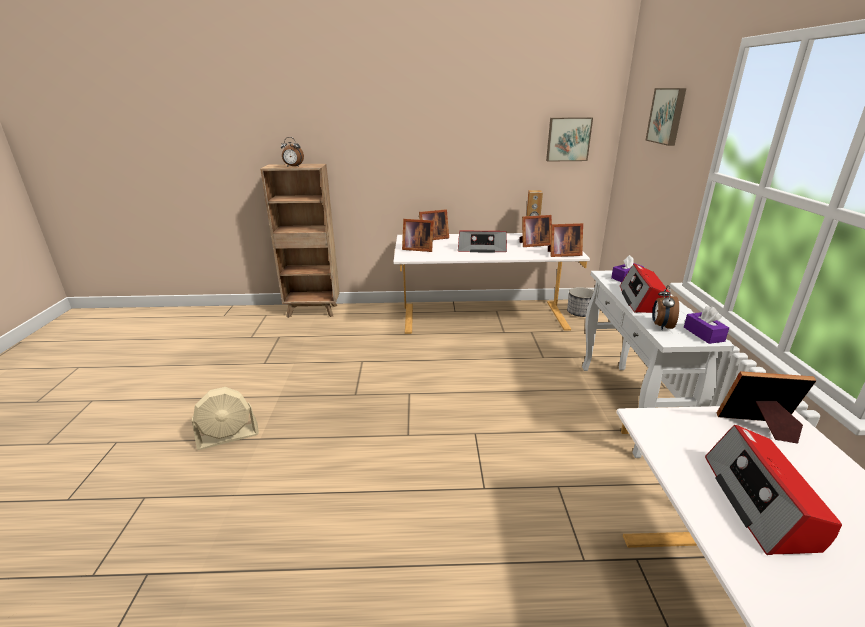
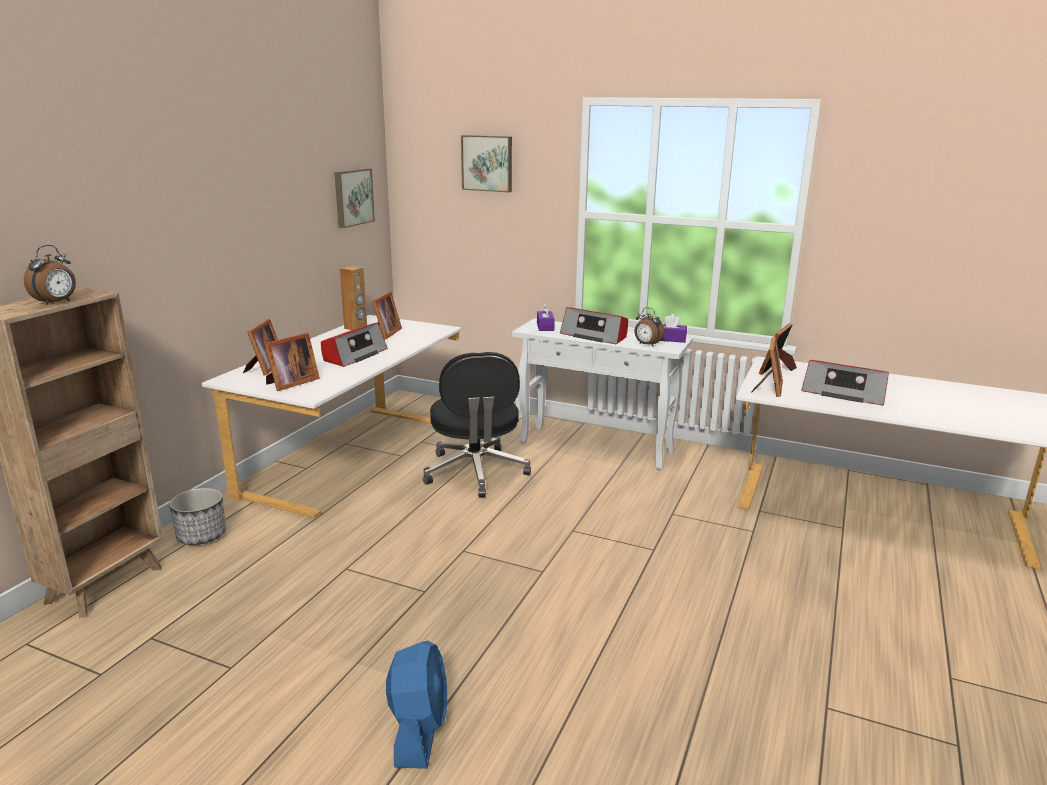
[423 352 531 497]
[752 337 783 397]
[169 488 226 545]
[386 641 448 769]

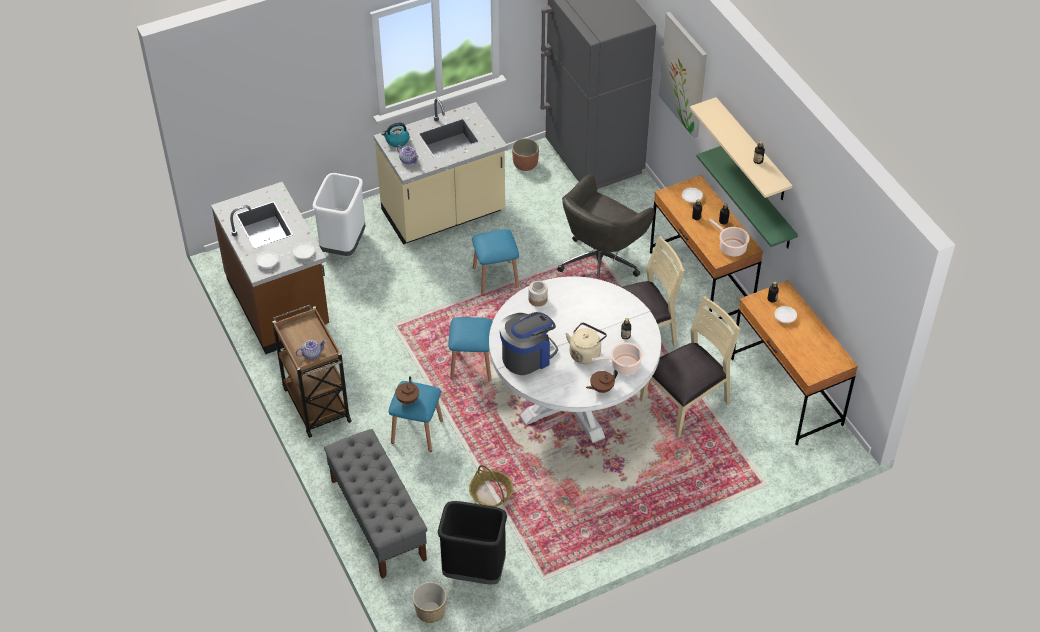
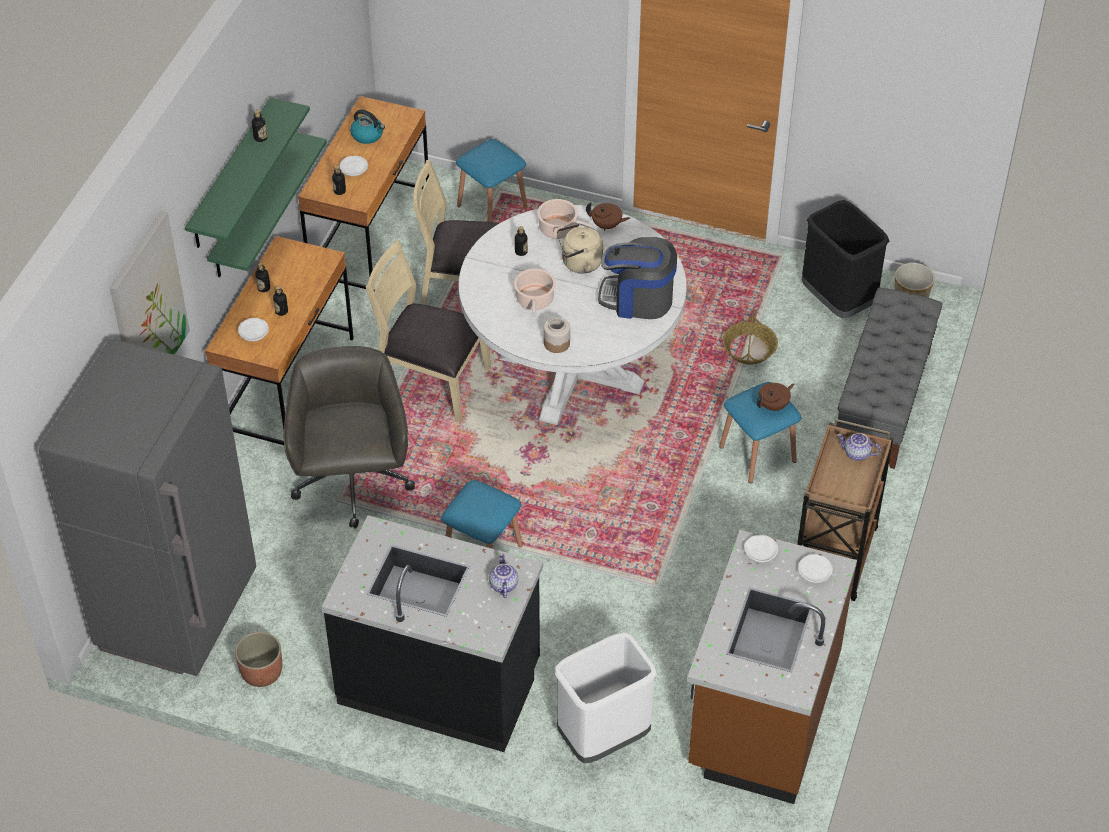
[350 109 385 144]
[456 139 528 222]
[514 268 556 317]
[321 515 543 752]
[185 97 310 248]
[284 346 415 529]

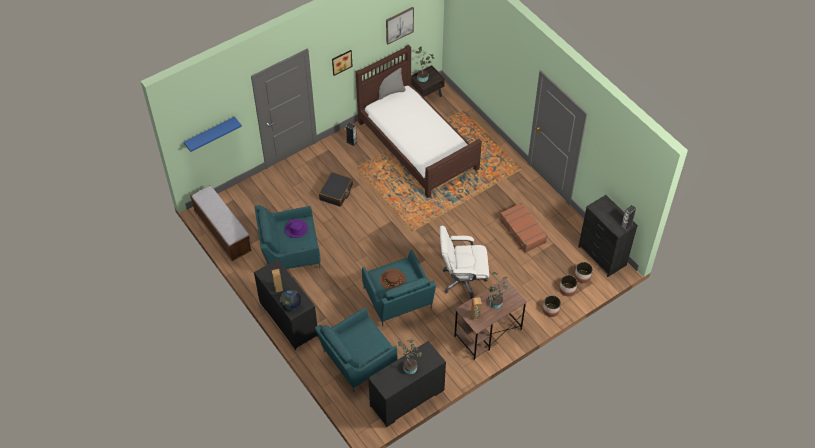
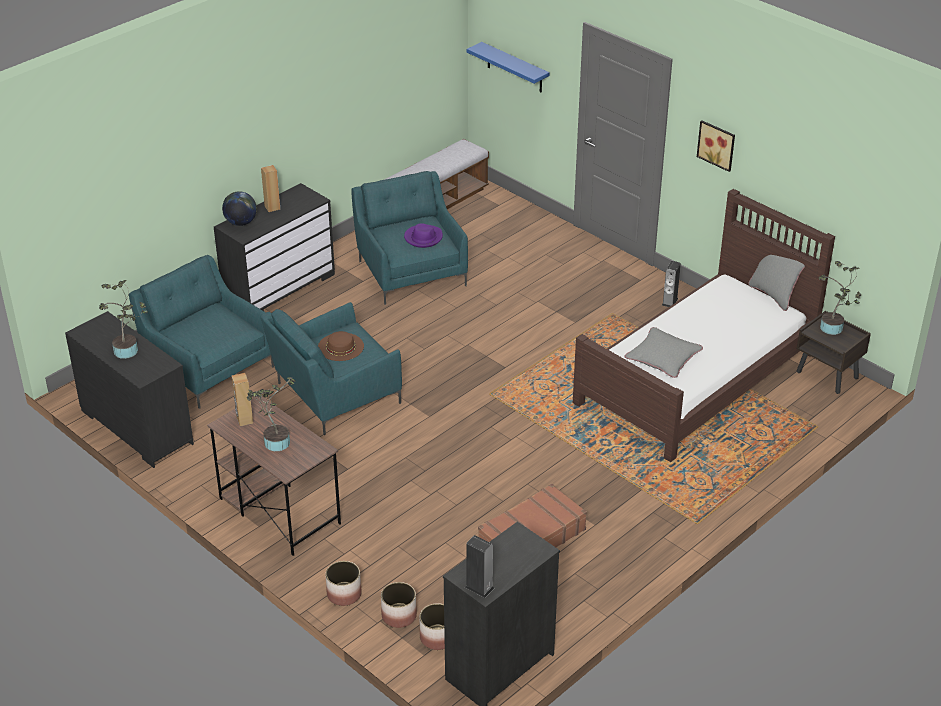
[319 172 353 207] (first image)
[386 7 414 45] (first image)
[440 226 489 299] (first image)
[624 327 703 378]

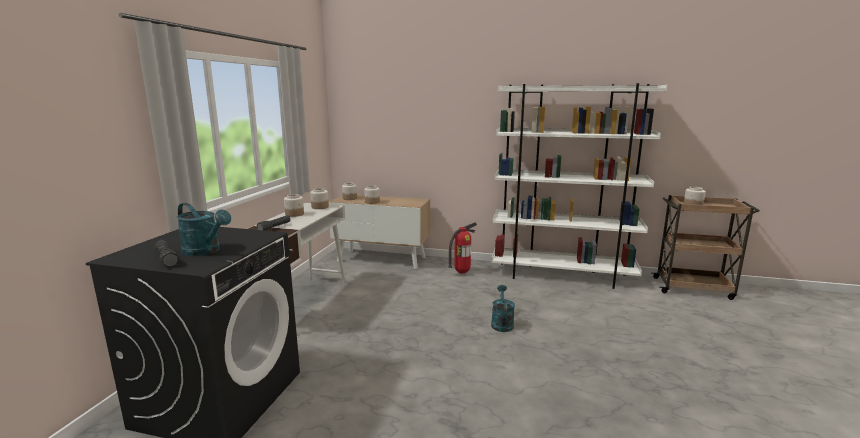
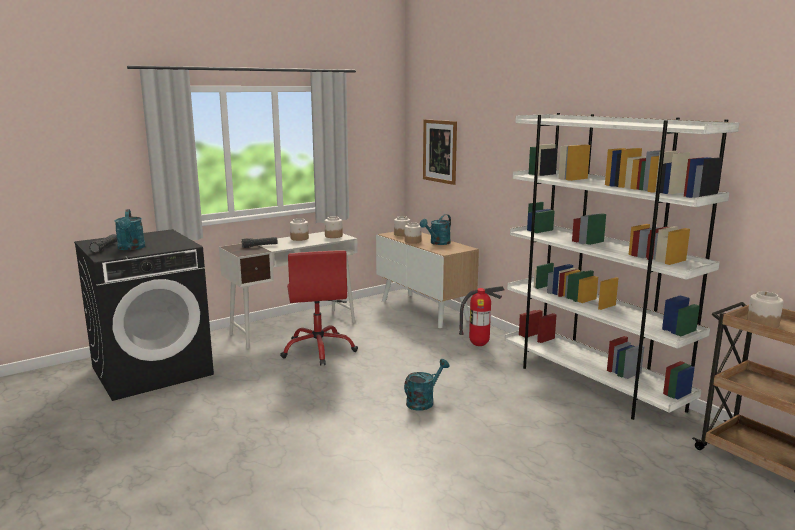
[280 250 358 366]
[420 214 451 245]
[423 119 457 185]

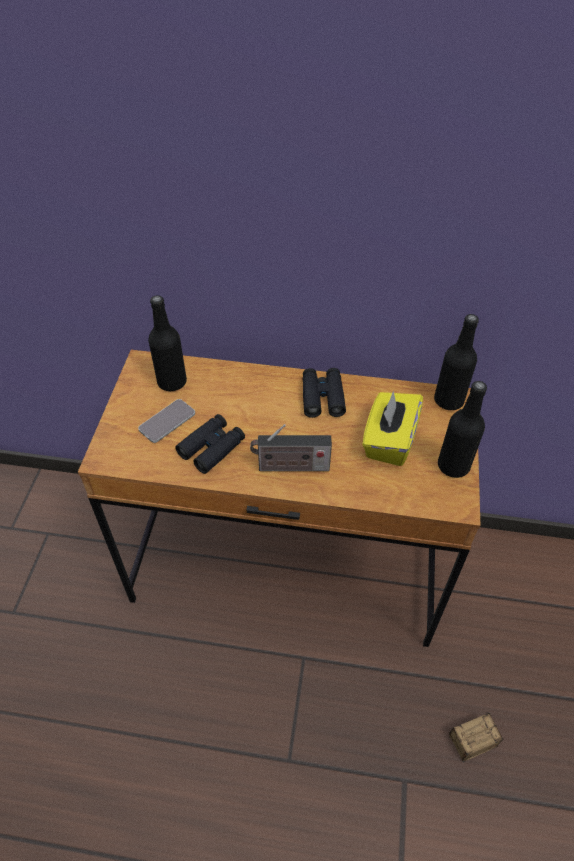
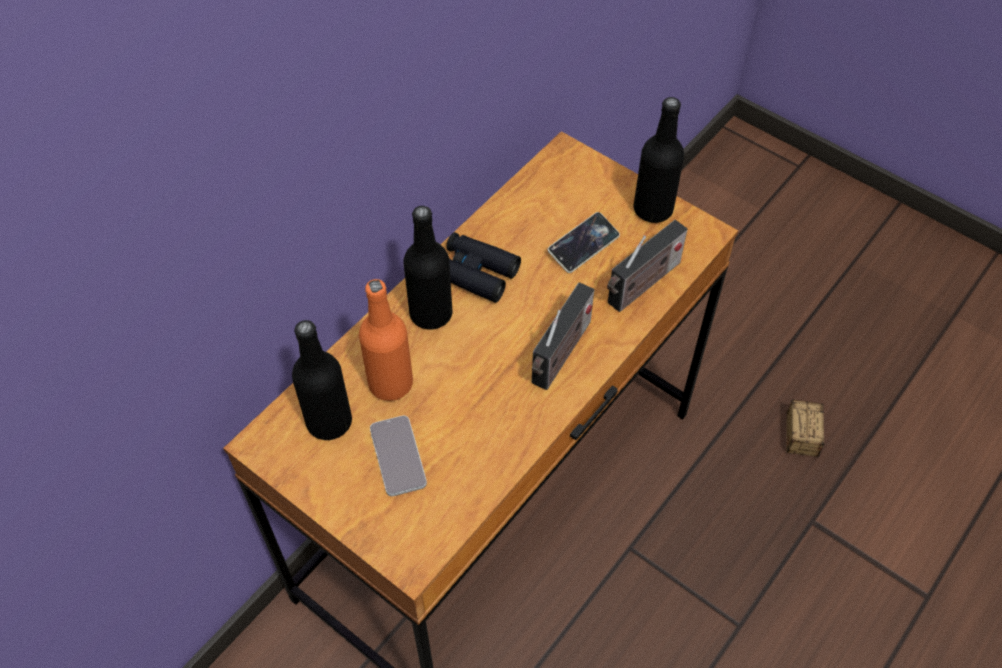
[175 414 245 474] (first image)
[359 279 413 401]
[607 220 688 312]
[403 206 452 330]
[547 212 620 273]

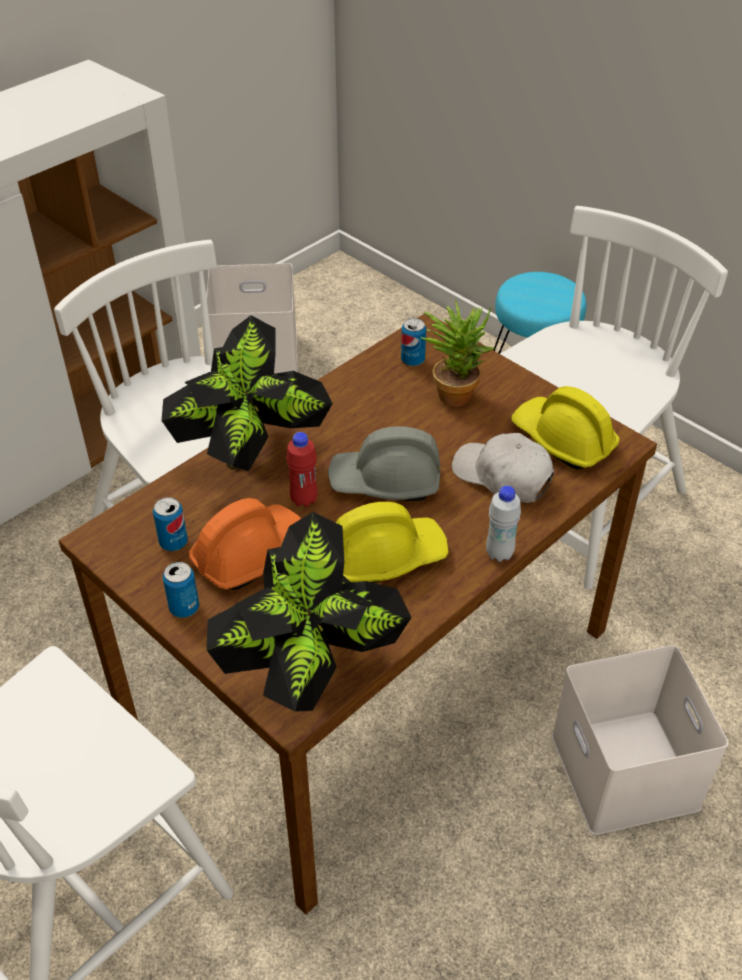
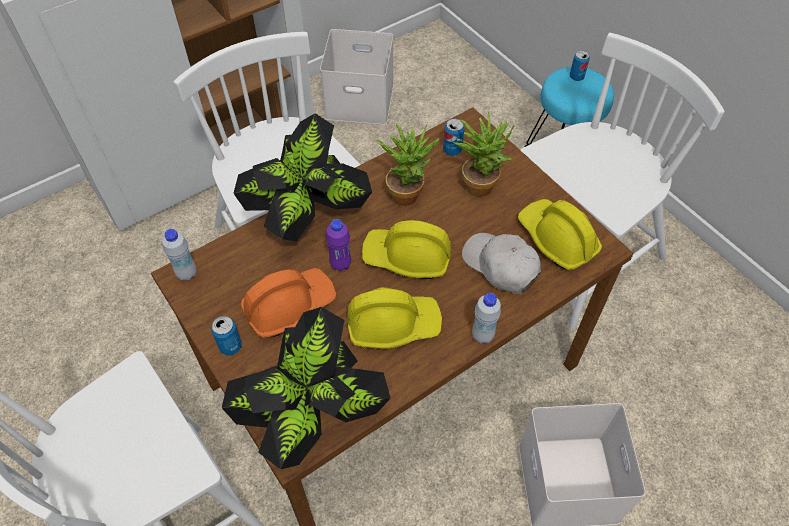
[162 229 197 281]
[375 124 440 206]
[570 51 590 81]
[326 219 351 271]
[362 220 451 279]

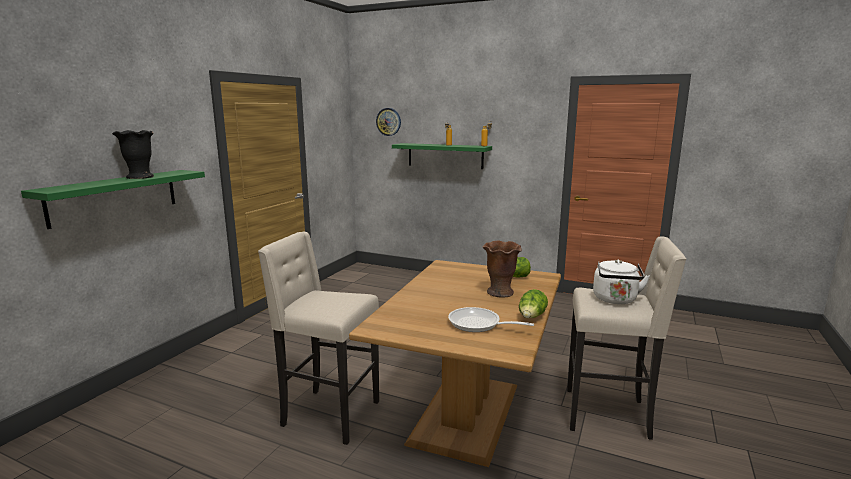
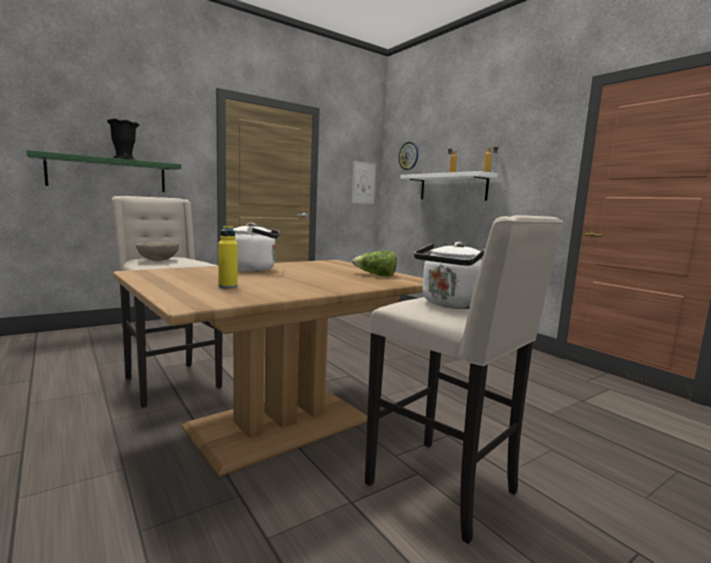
[483 240 522 298] (first image)
[519 289 548 318] (first image)
[136 242 179 261]
[233 223 280 272]
[352 161 376 204]
[218 225 238 288]
[400 171 498 201]

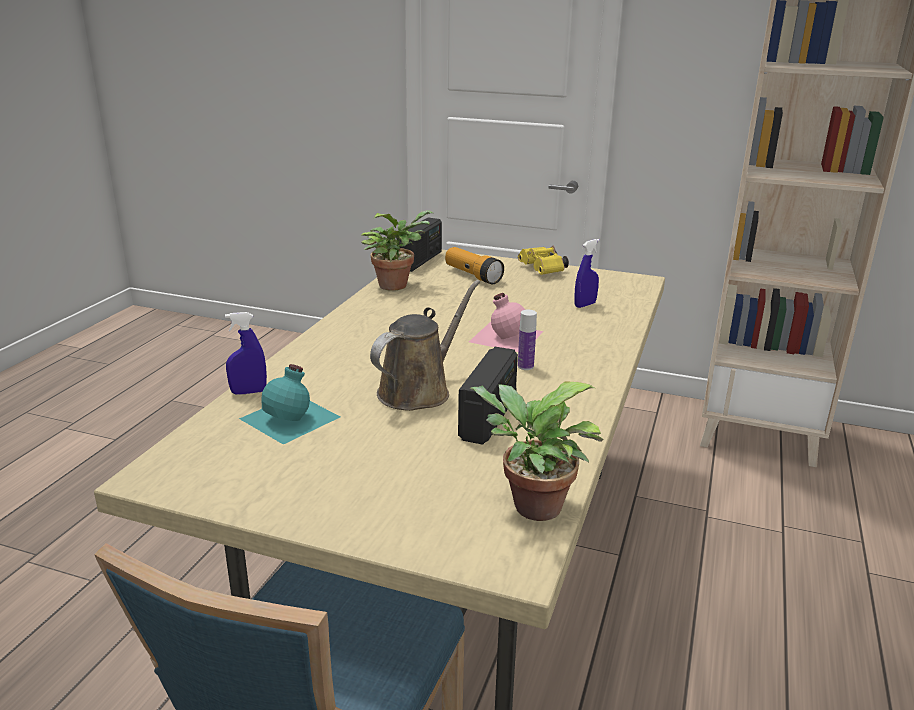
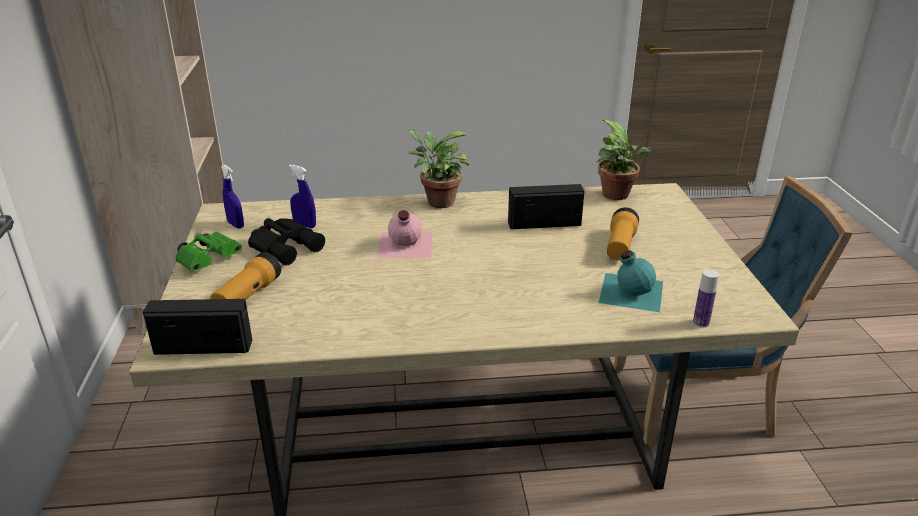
[370 280 480 411] (first image)
[248 218 325 265]
[607 207 639 260]
[221 165 244 229]
[408 129 469 208]
[693 269 719 328]
[175 232 242 272]

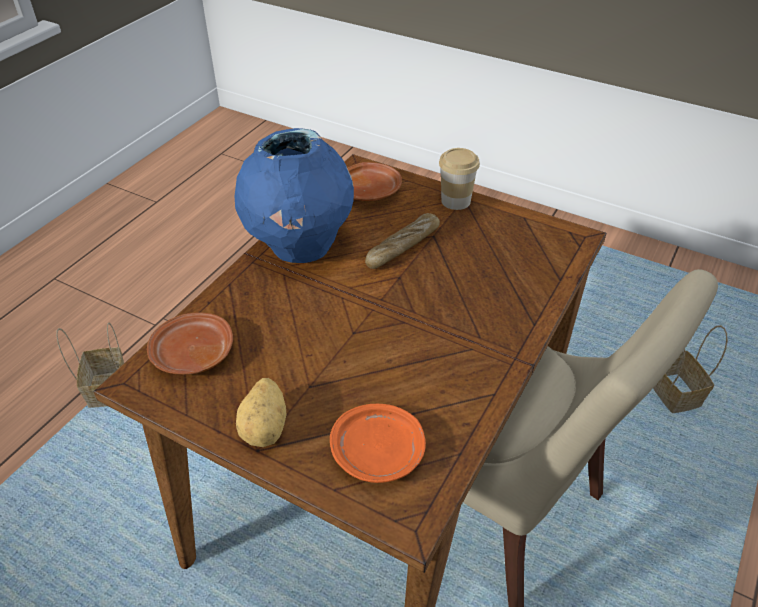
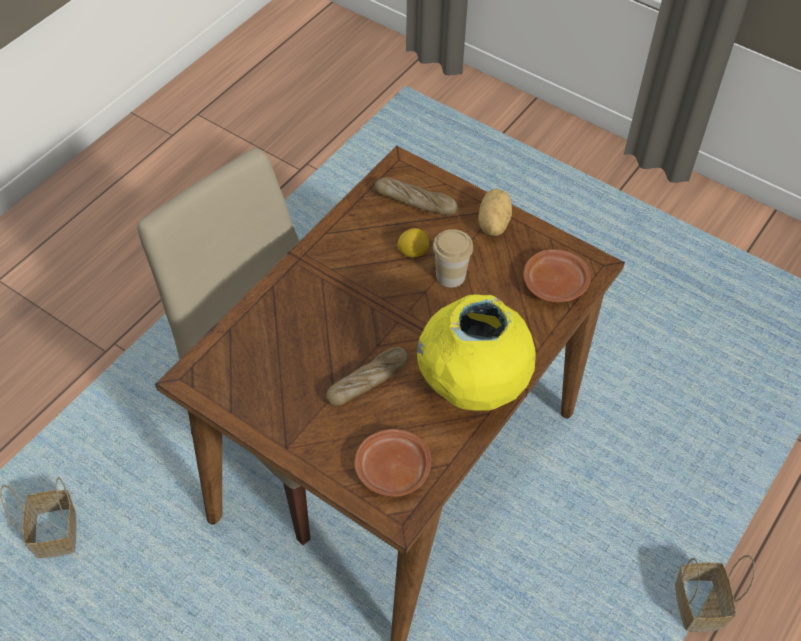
[397 228 429 258]
[433 229 473 287]
[374 177 458 215]
[417 294 536 411]

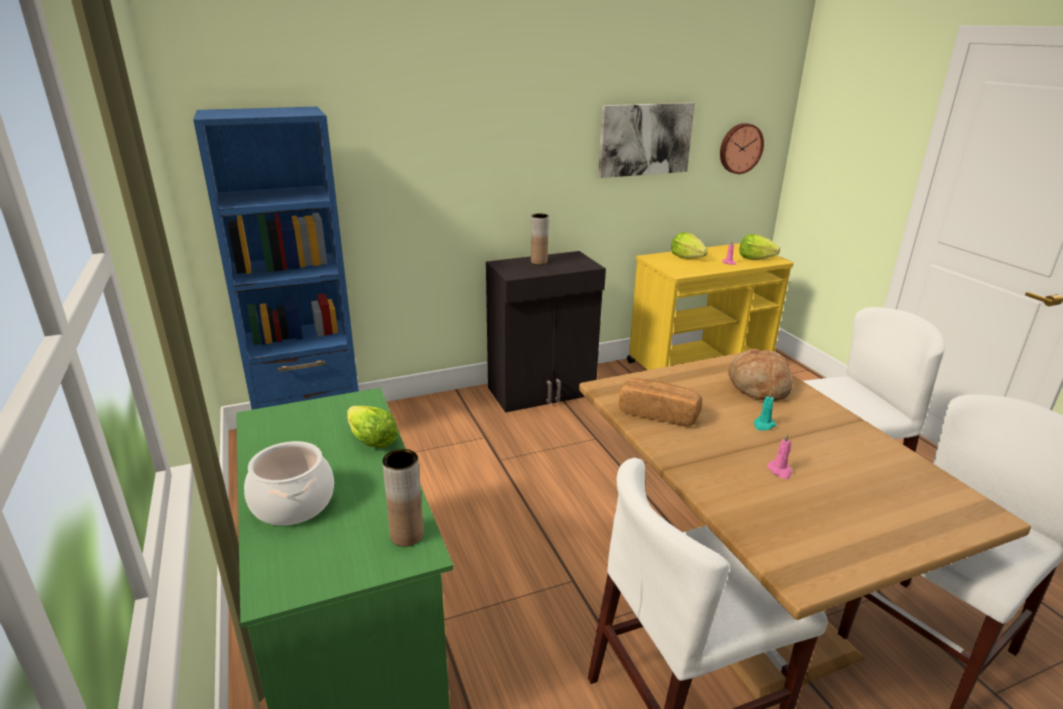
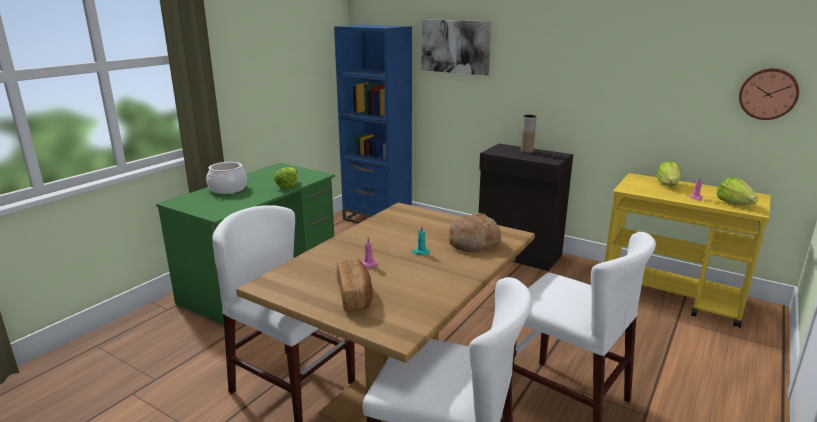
[382 449 424 547] (first image)
[421 19 492 75]
[337 259 373 312]

